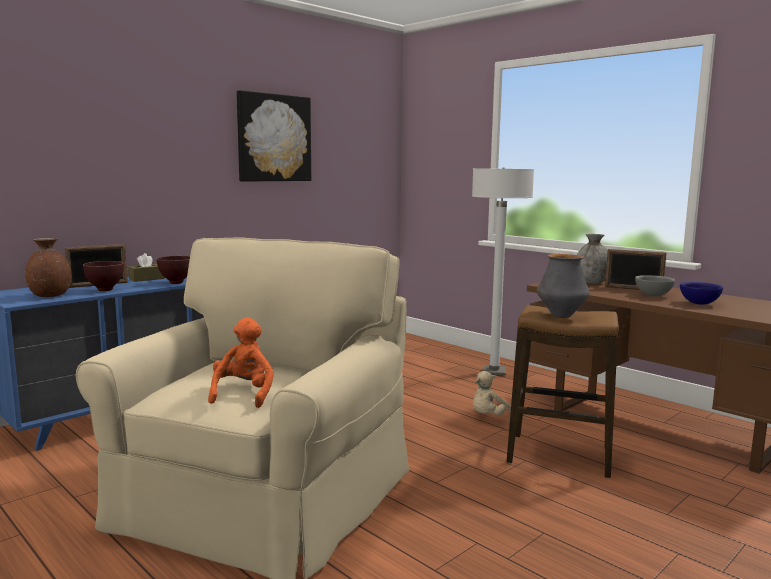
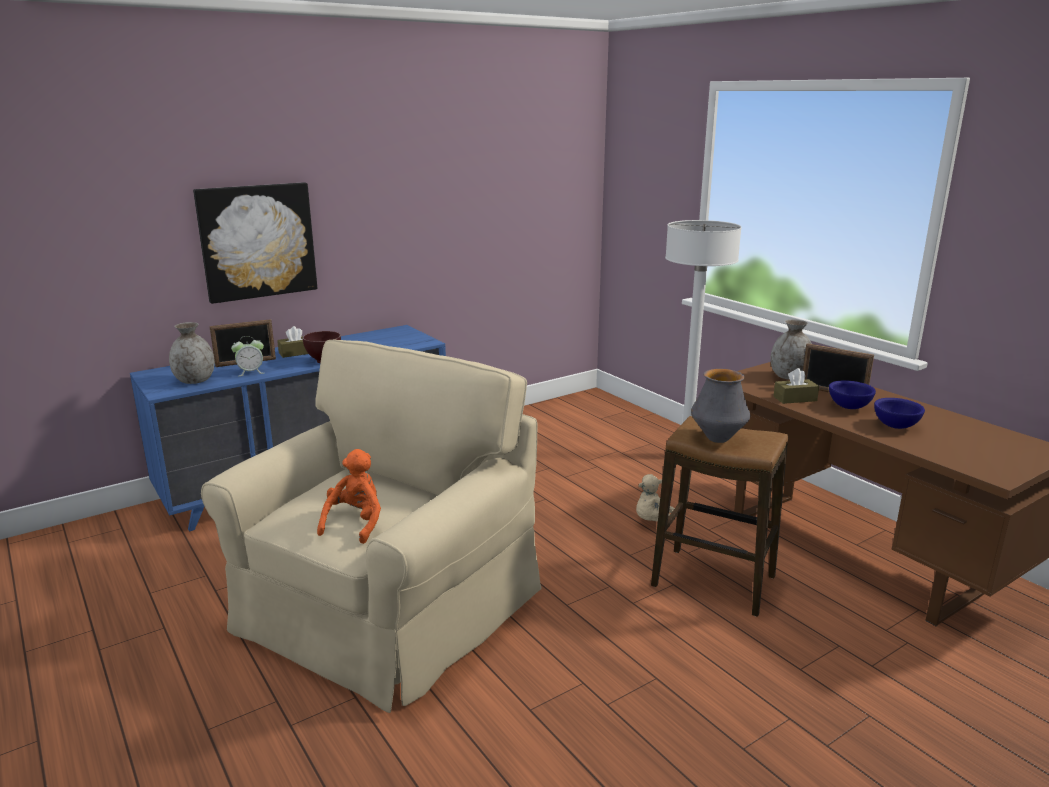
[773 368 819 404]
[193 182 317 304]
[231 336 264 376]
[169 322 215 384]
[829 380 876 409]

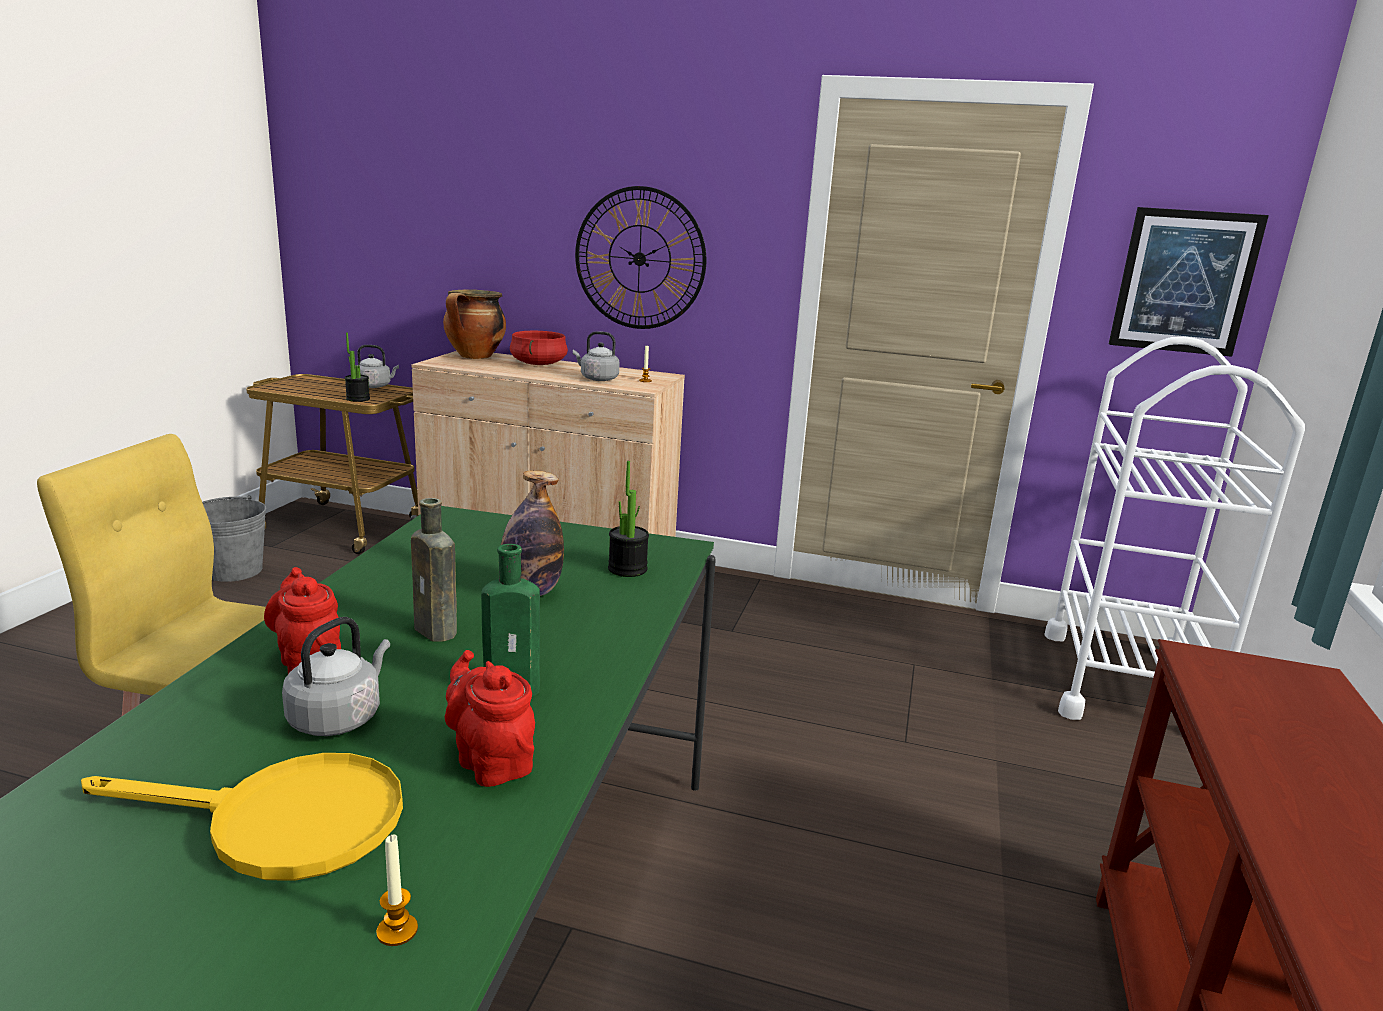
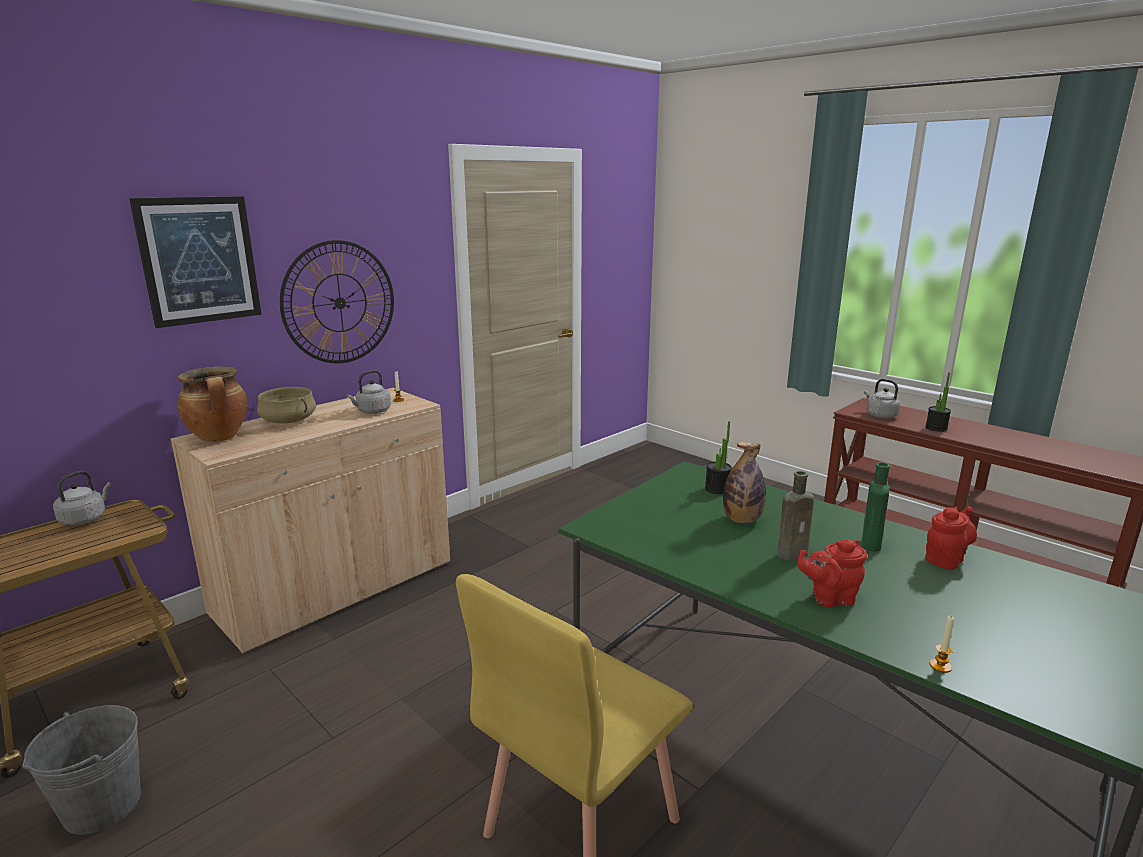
[81 753 403 881] (first image)
[1044 337 1305 720] (first image)
[864 379 900 418]
[925 372 951 432]
[930 616 954 673]
[129 196 262 328]
[257 387 316 424]
[925 506 977 570]

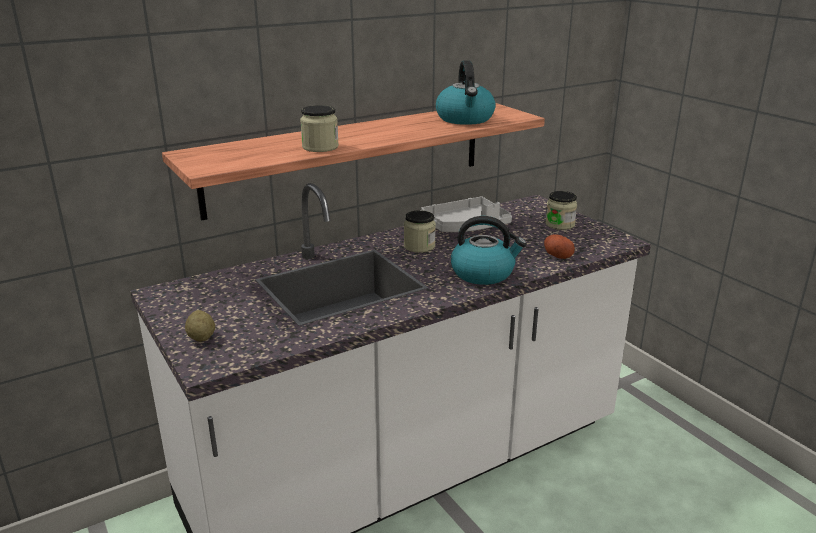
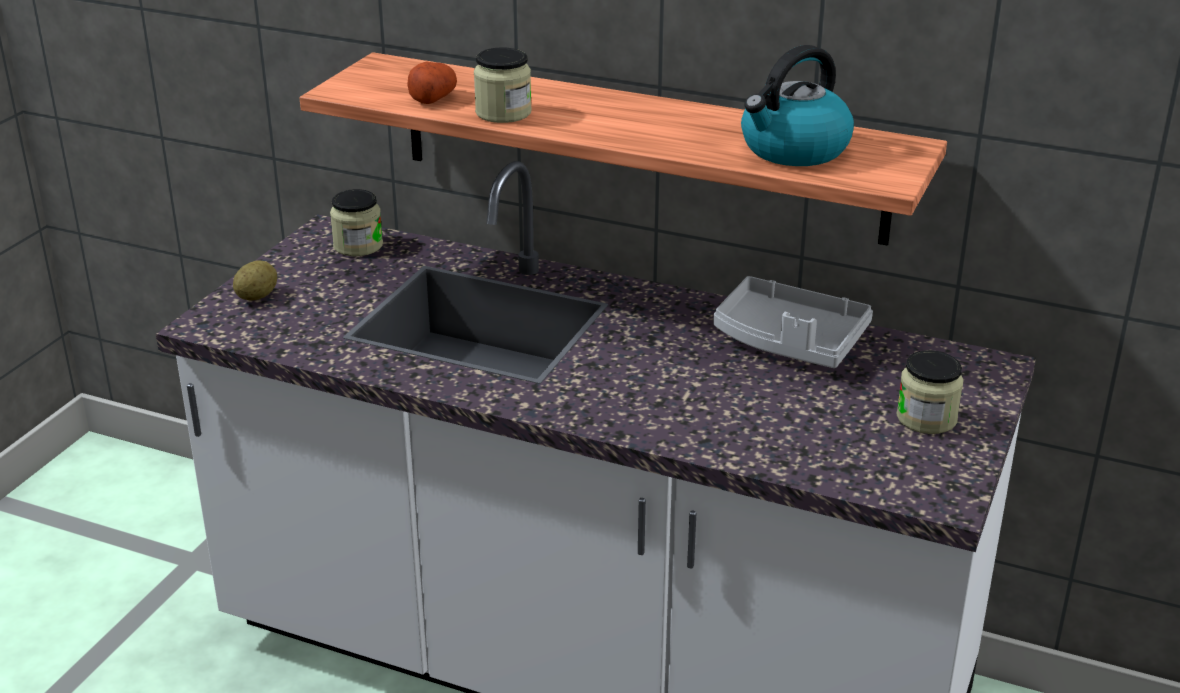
[451 216 527 285] (first image)
[330 189 383 256]
[407 61 457 104]

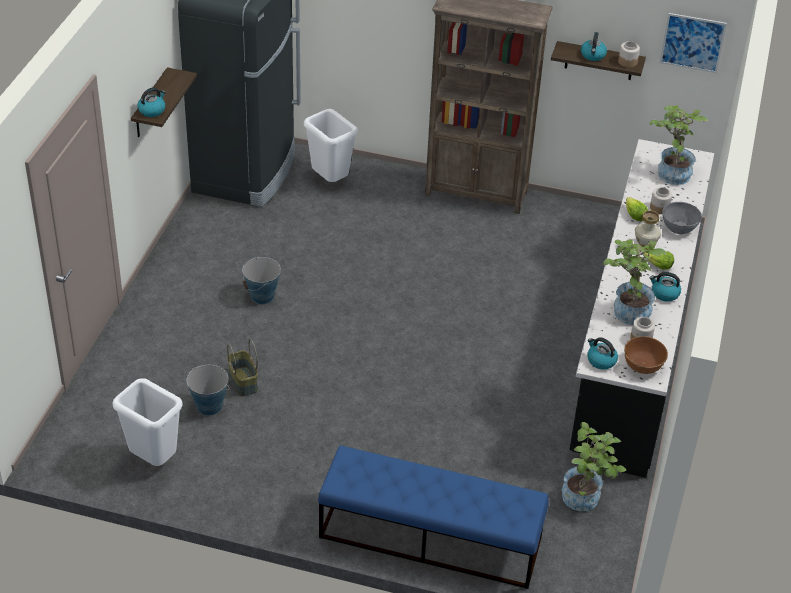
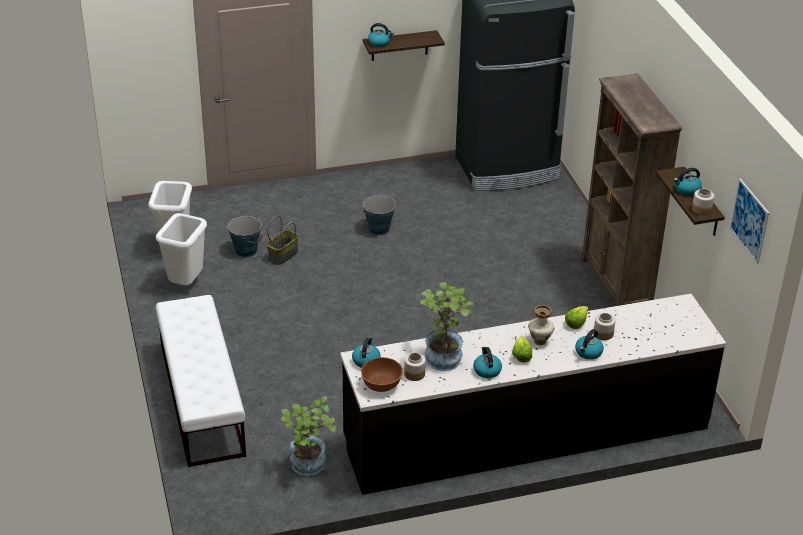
[649 105 708 185] (first image)
[156 213 207 285]
[575 329 604 359]
[155 295 246 467]

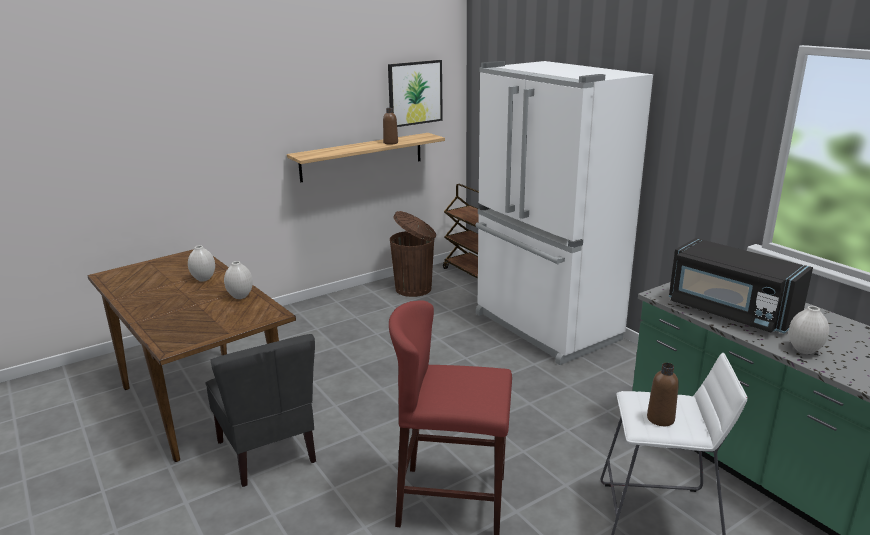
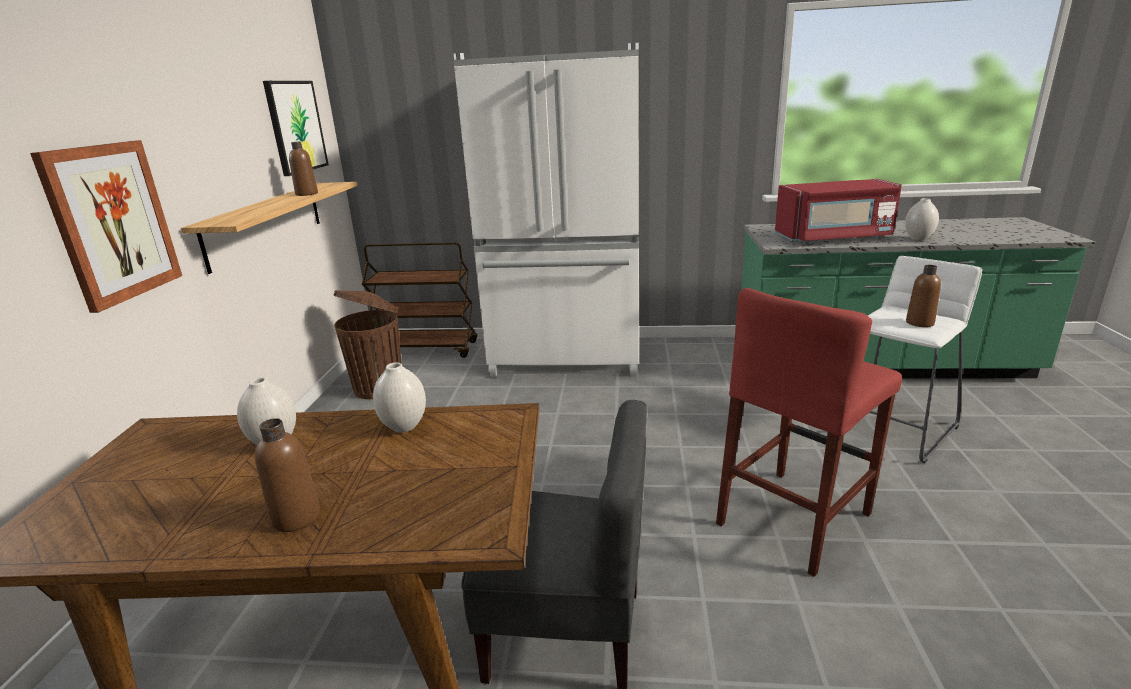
[30 140 182 313]
[255 418 320 532]
[775 179 902 243]

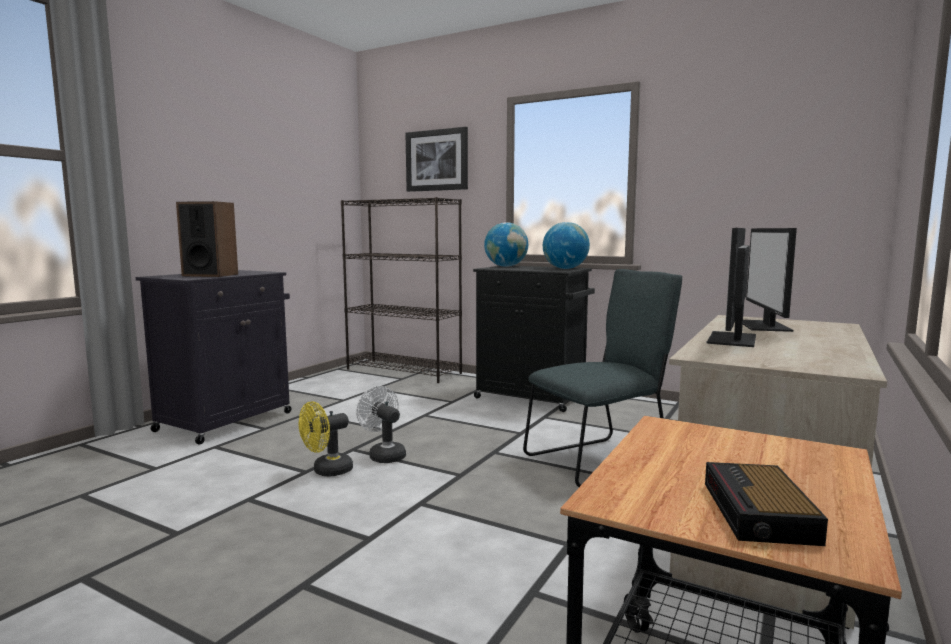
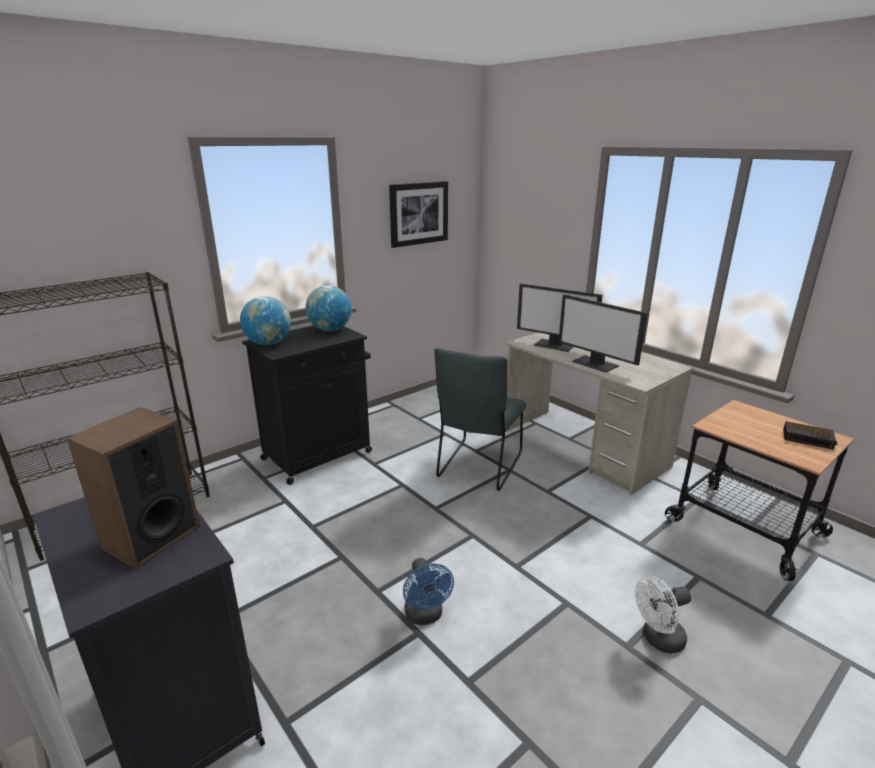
[635 575 691 653]
[389 181 448 248]
[403 558 454 625]
[434 348 526 491]

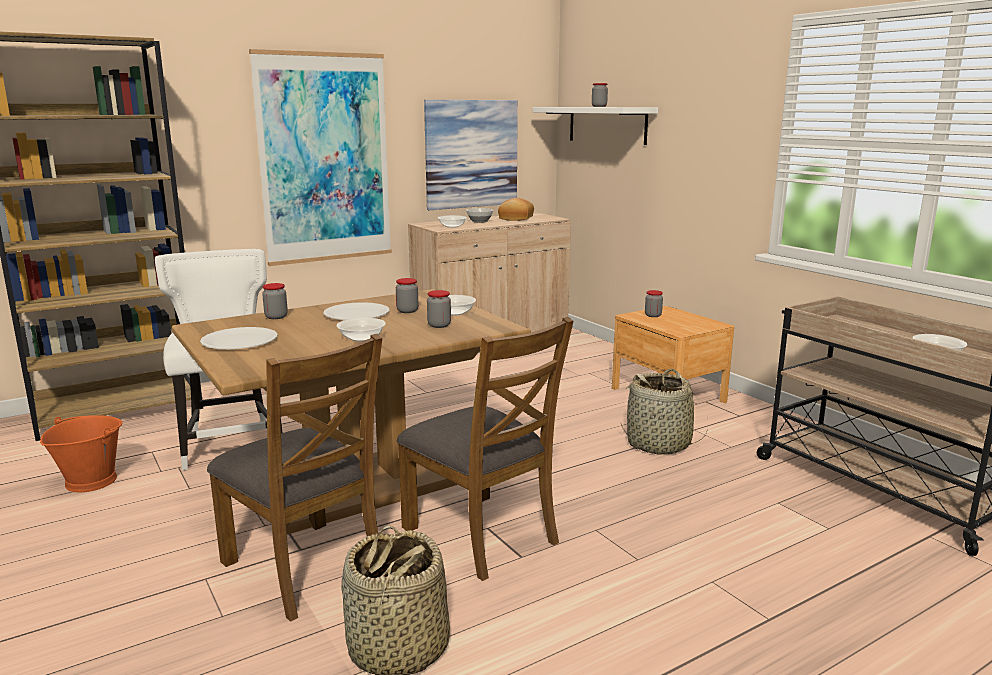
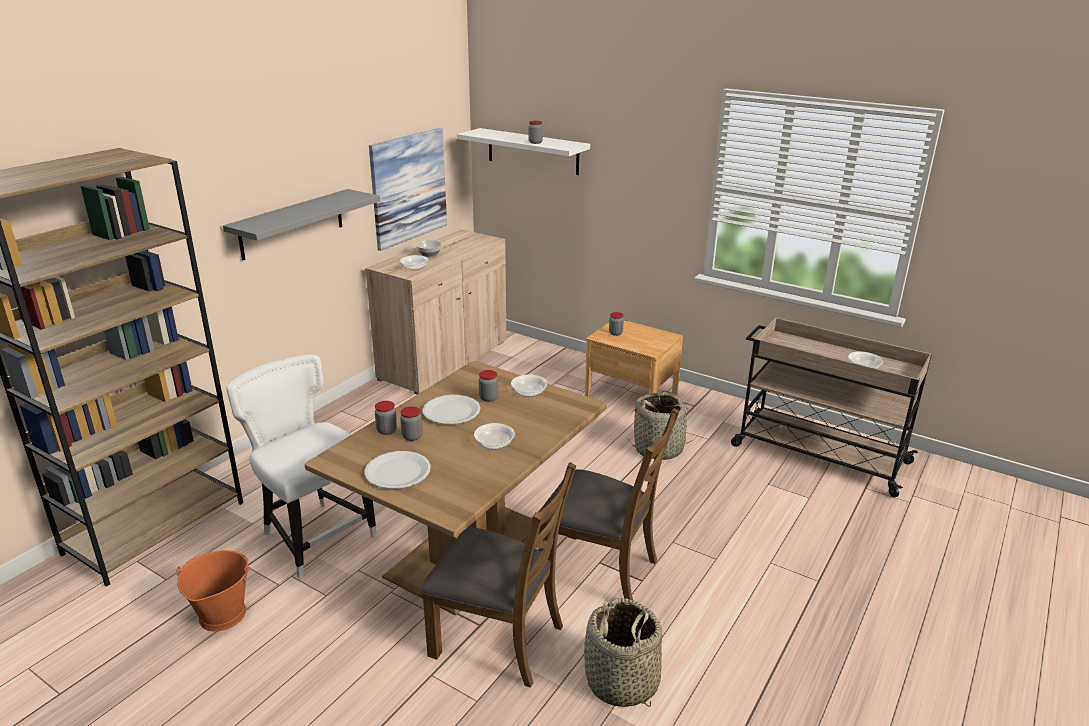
[498 198 534 221] (first image)
[400 406 423 441]
[223 189 380 260]

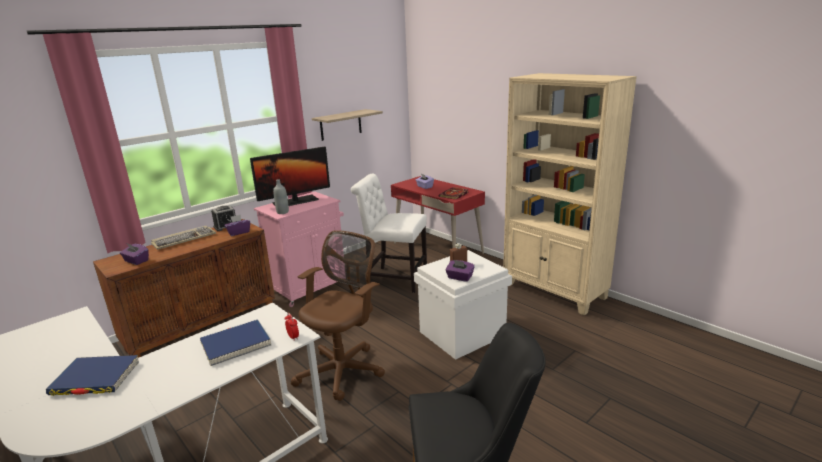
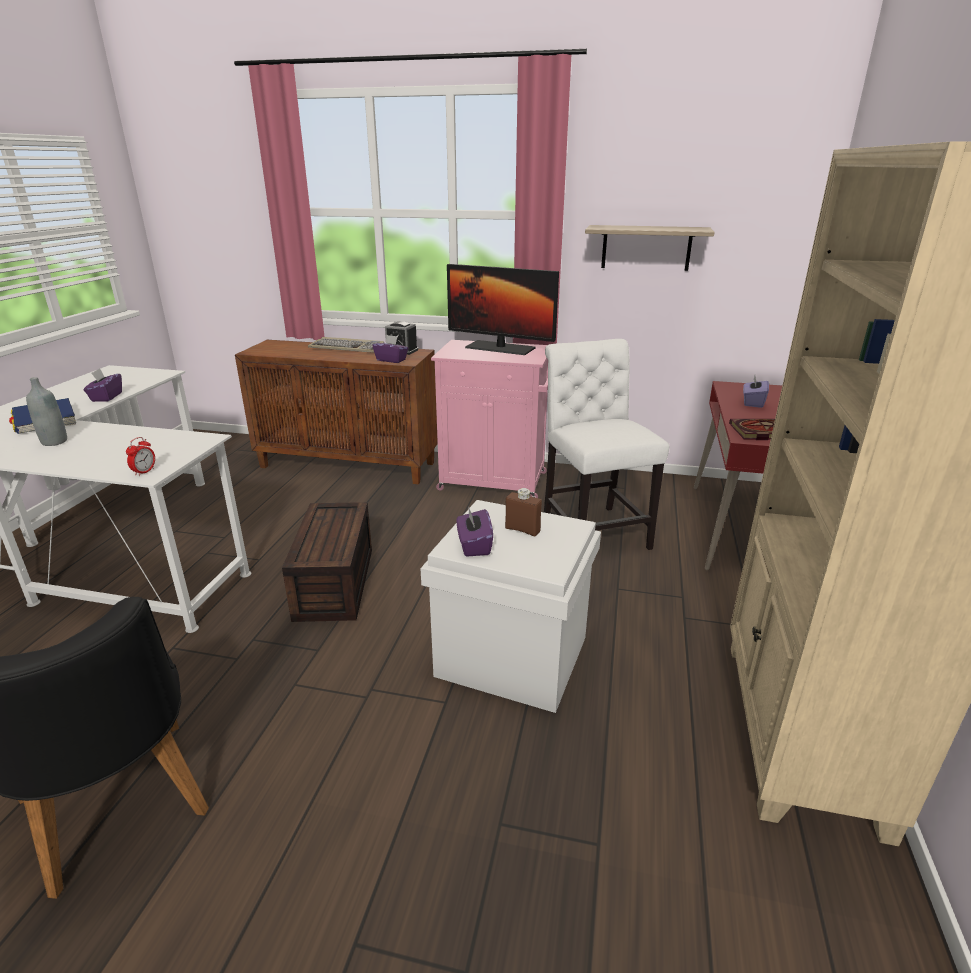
[200 319 271 366] (first image)
[84 368 122 402]
[26 377 67 446]
[282 502 372 622]

